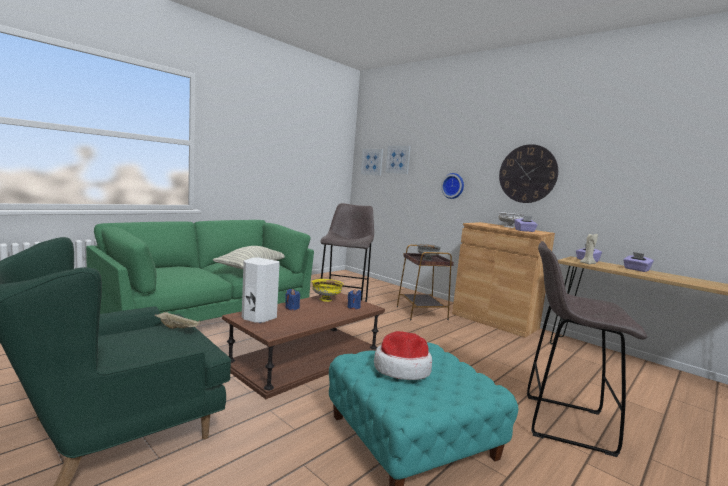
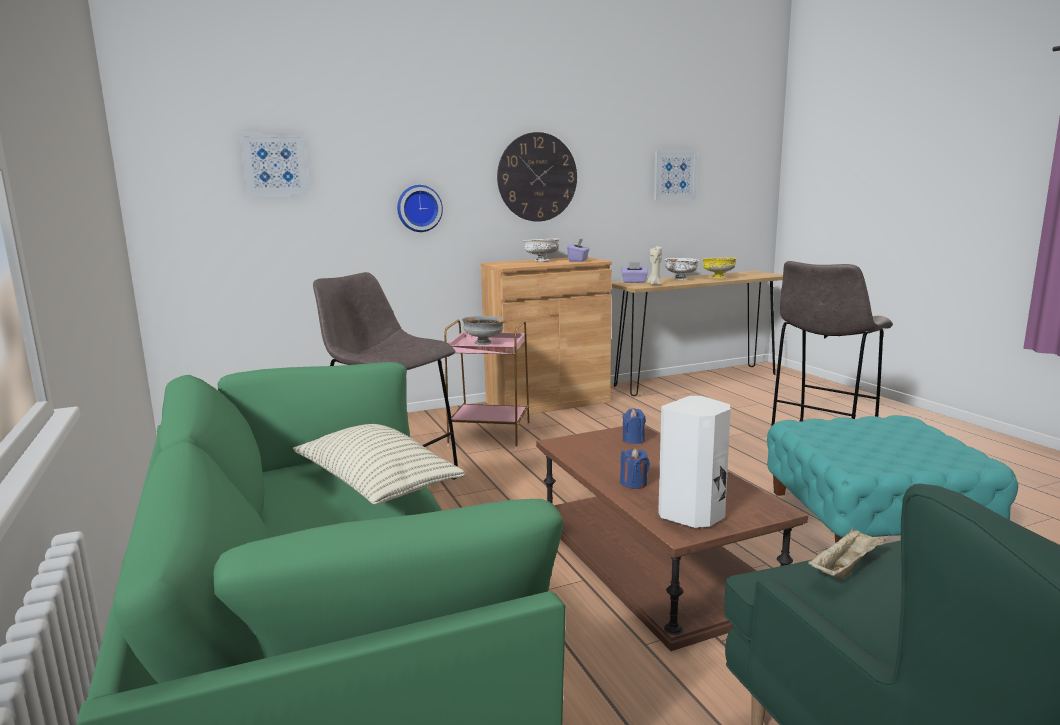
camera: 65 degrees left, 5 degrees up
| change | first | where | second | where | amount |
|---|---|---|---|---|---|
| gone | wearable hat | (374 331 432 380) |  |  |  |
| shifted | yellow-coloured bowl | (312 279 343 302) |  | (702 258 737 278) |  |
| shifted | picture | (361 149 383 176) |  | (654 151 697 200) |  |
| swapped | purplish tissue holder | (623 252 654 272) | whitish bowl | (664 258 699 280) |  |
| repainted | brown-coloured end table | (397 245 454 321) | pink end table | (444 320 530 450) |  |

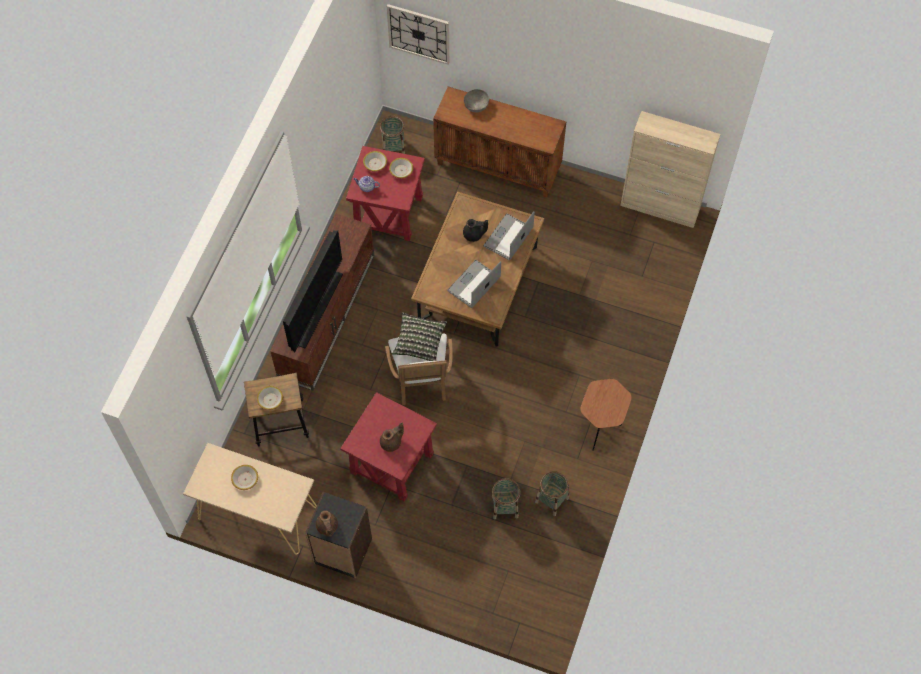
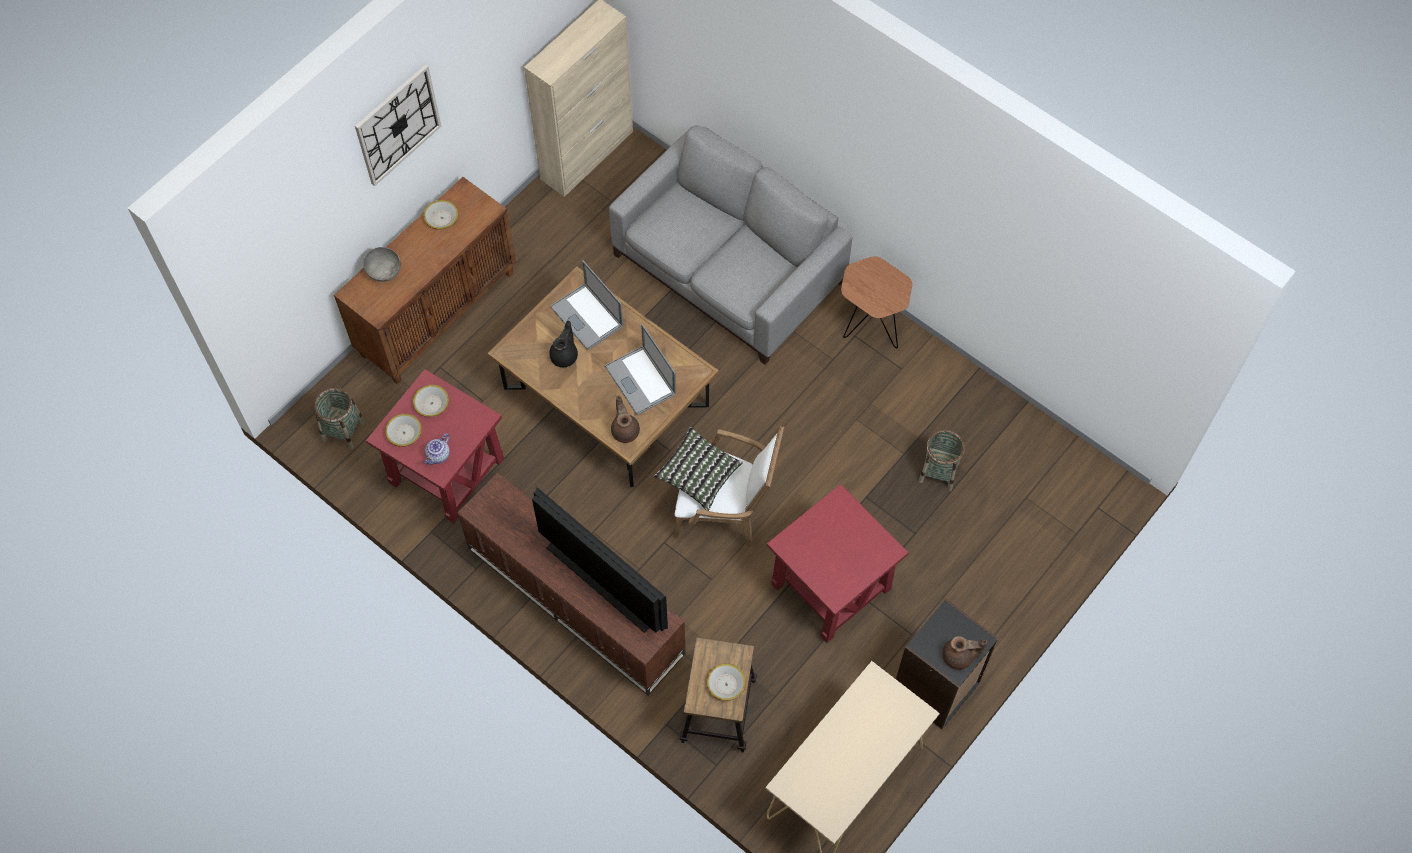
camera: 70 degrees left, 0 degrees up
| change | first | where | second | where | amount |
|---|---|---|---|---|---|
| gone | basket | (535 471 569 516) |  |  |  |
| new |  |  | grey settee | (609 125 852 365) |  |
| shifted | bowl | (231 465 258 490) |  | (423 200 458 230) |  |
| shifted | brown-coloured tea pot | (380 423 404 452) |  | (611 395 640 443) |  |
| shifted | wall clock | (387 4 449 65) |  | (355 65 441 186) |  |

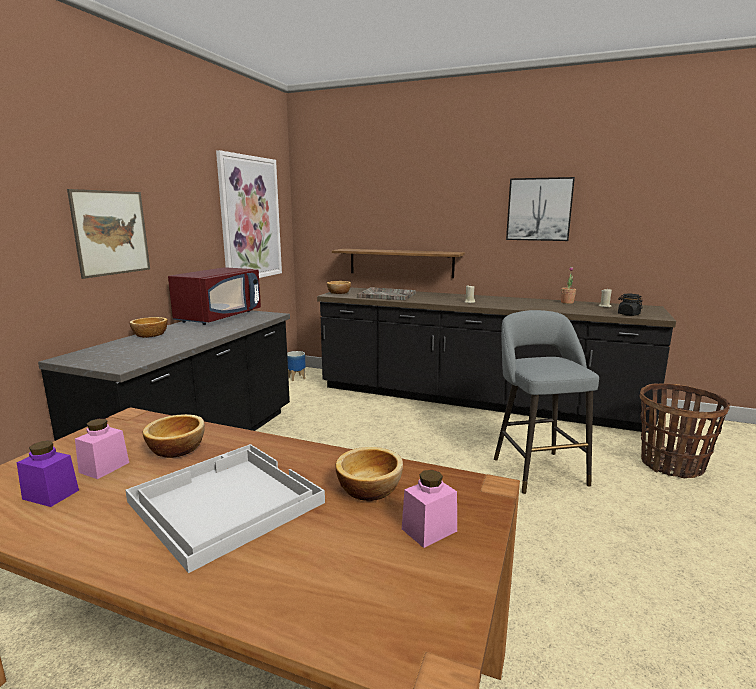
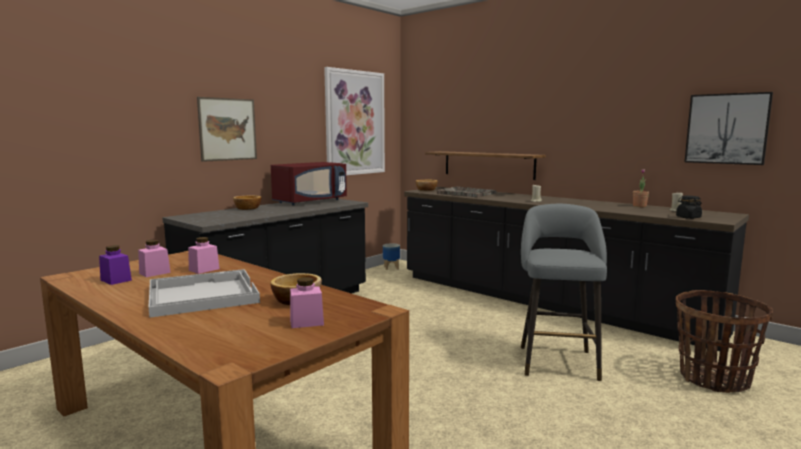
camera: 20 degrees right, 5 degrees down
| change | first | where | second | where | amount |
|---|---|---|---|---|---|
| shifted | picture | (506 177 575 241) |  | (685 92 773 165) |  |
| swapped | bowl | (143 414 205 458) | pink jar | (188 237 220 274) |  |

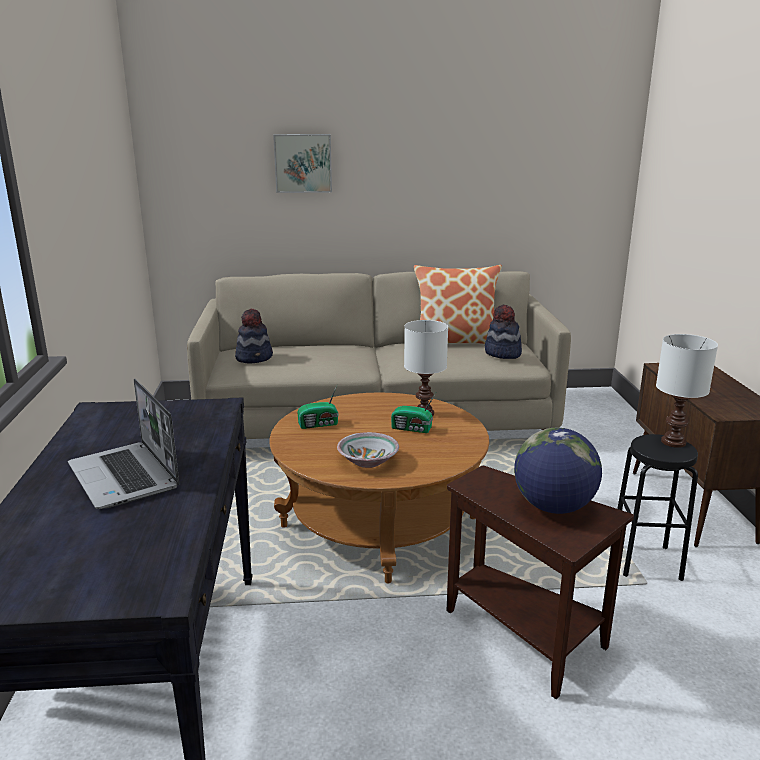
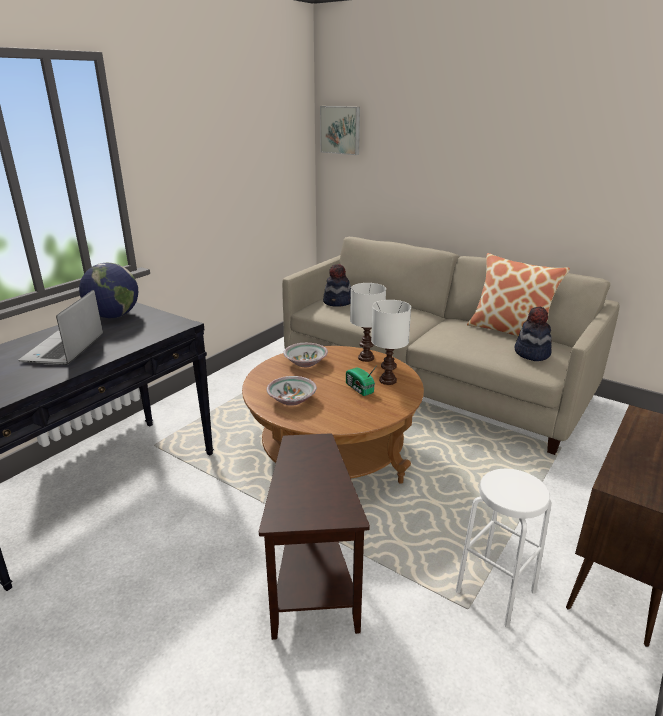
camera: 40 degrees right, 5 degrees up
| change | first | where | second | where | amount |
|---|---|---|---|---|---|
| shifted | picture | (273 134 332 193) |  | (320 106 360 155) |  |
| shifted | world globe | (514 428 602 514) |  | (79 263 138 318) |  |
| shifted | whitish table lamp | (656 334 718 448) |  | (350 283 386 362) |  |
| swapped | radio | (297 385 339 429) | bowl | (283 343 328 367) |  |
| repainted | blackish sitting stool | (617 434 698 581) | whitish sitting stool | (456 468 552 627) |  |

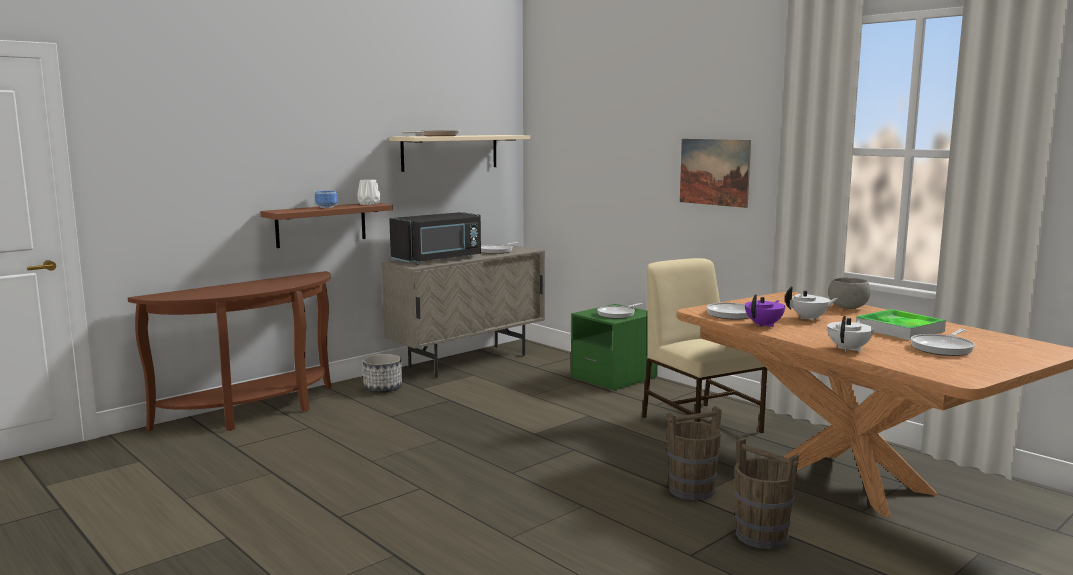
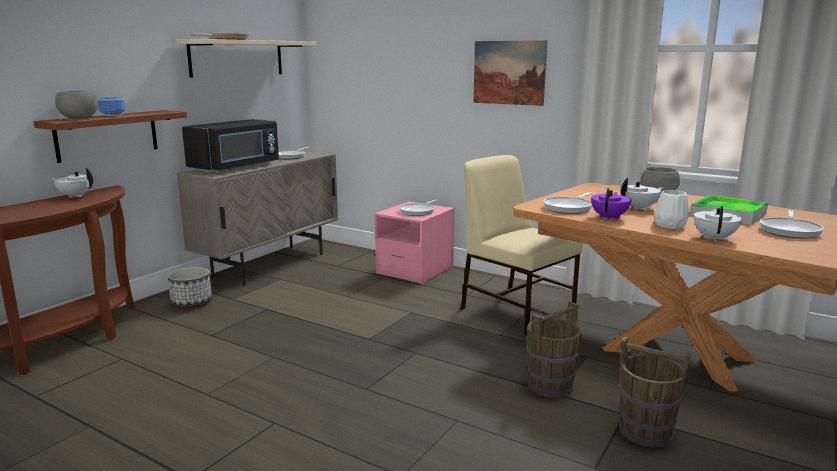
camera: 15 degrees left, 5 degrees up
| change | first | where | second | where | amount |
|---|---|---|---|---|---|
| new |  |  | whitish tea pot | (52 168 93 198) |  |
| new |  |  | grey bowl | (55 90 98 119) |  |
| shifted | whitish flower vase | (357 179 380 205) |  | (655 190 689 229) |  |
| repainted | green nightstand | (571 304 658 391) | pink nightstand | (374 201 454 284) |  |

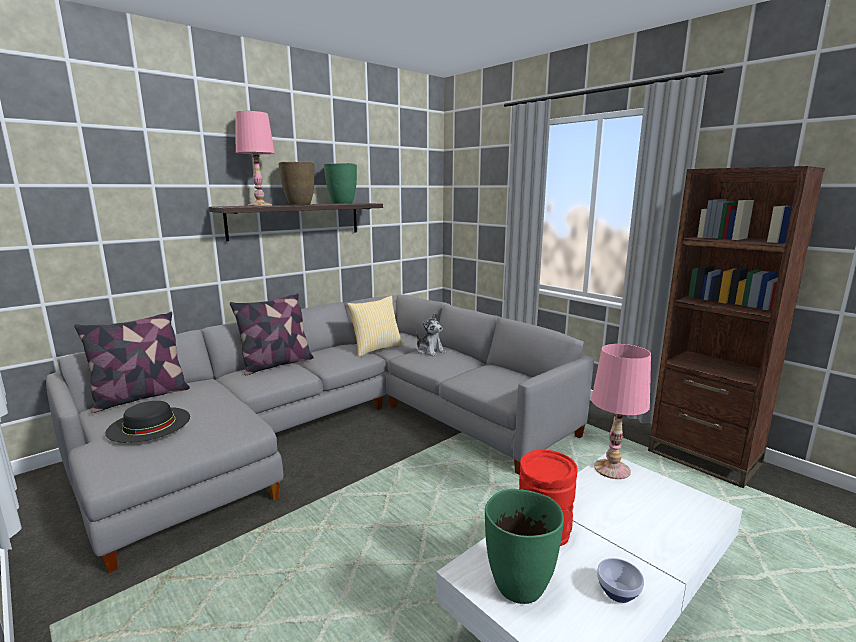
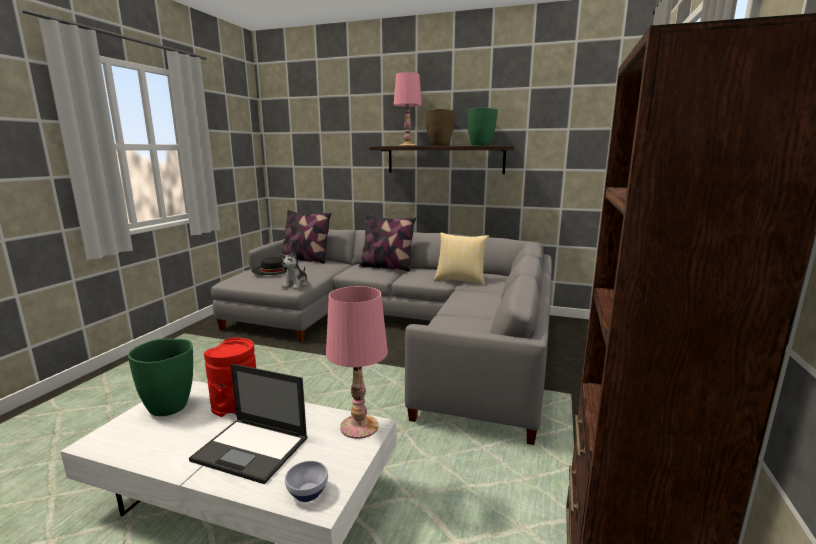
camera: 60 degrees right, 0 degrees up
| change | first | where | second | where | amount |
|---|---|---|---|---|---|
| new |  |  | laptop | (189 364 307 484) |  |
| shifted | soft toy | (416 313 446 356) |  | (281 250 308 289) |  |
| shifted | bowl | (597 558 644 603) |  | (285 461 328 502) |  |

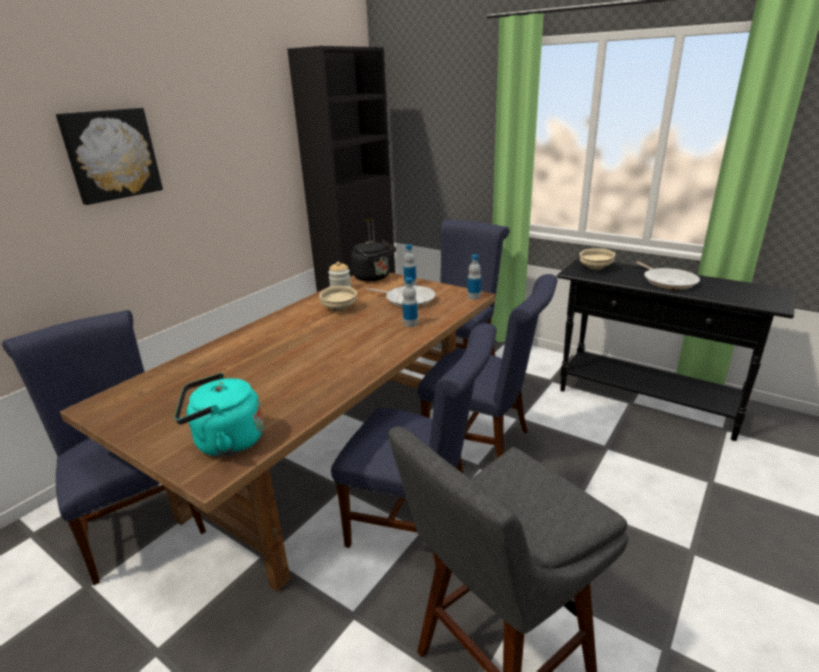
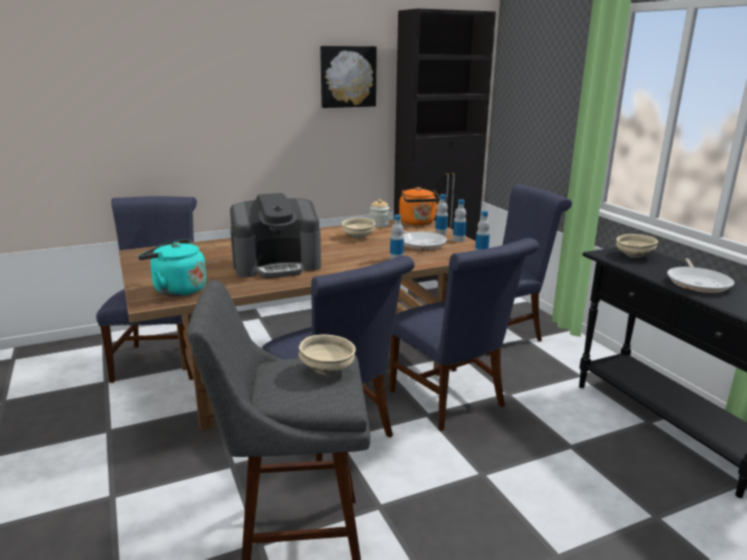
camera: 30 degrees right, 5 degrees down
| change | first | where | second | where | amount |
|---|---|---|---|---|---|
| new |  |  | coffee maker | (230 193 321 278) |  |
| new |  |  | beige bowl | (299 335 356 375) |  |
| new |  |  | drink bottle | (453 199 466 242) |  |
| shifted | picture | (56 108 163 205) |  | (320 46 377 108) |  |
| repainted | blackish water kettle | (351 240 396 281) | orangey water kettle | (399 187 440 225) |  |

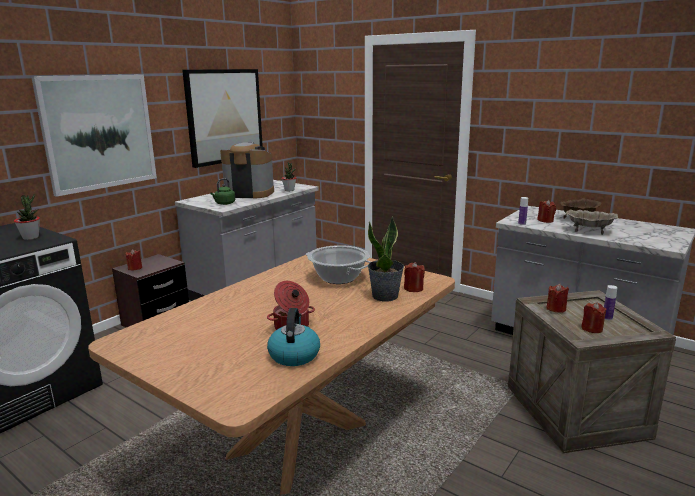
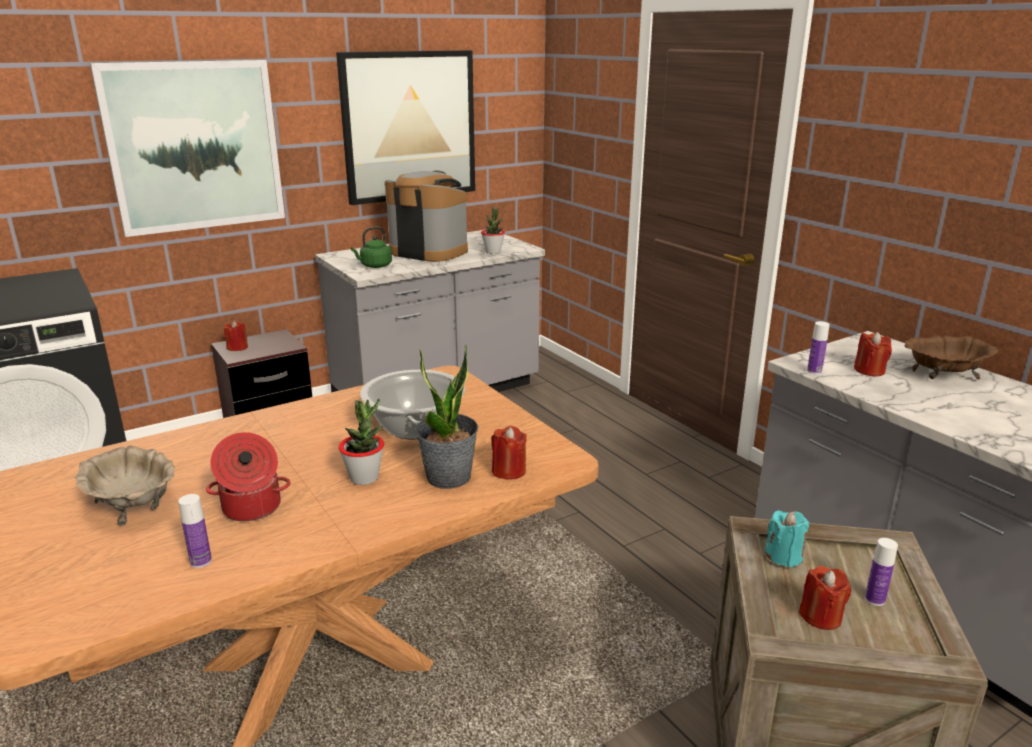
camera: 20 degrees right, 5 degrees up
| change | first | where | second | where | amount |
|---|---|---|---|---|---|
| shifted | houseplant | (14 194 40 240) |  | (339 399 384 485) |  |
| shifted | beige bowl | (566 210 618 235) |  | (75 445 175 525) |  |
| swapped | water kettle | (267 308 320 366) | drink bottle | (178 494 212 568) |  |
| repainted | reddish wax light | (547 284 569 313) | turquoise wax light | (764 510 809 567) |  |

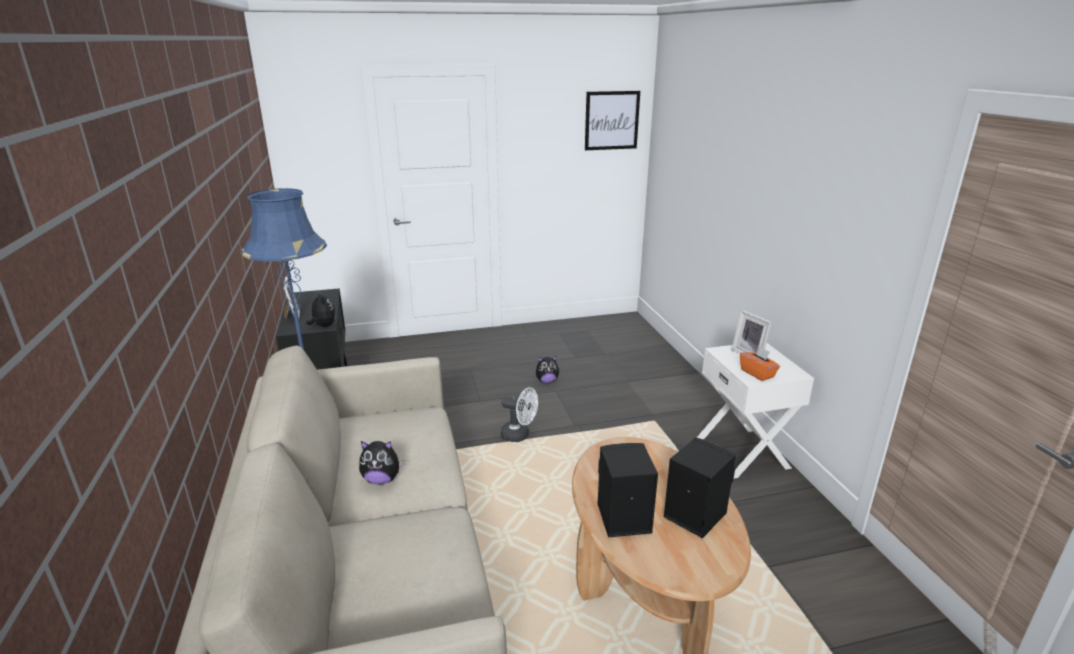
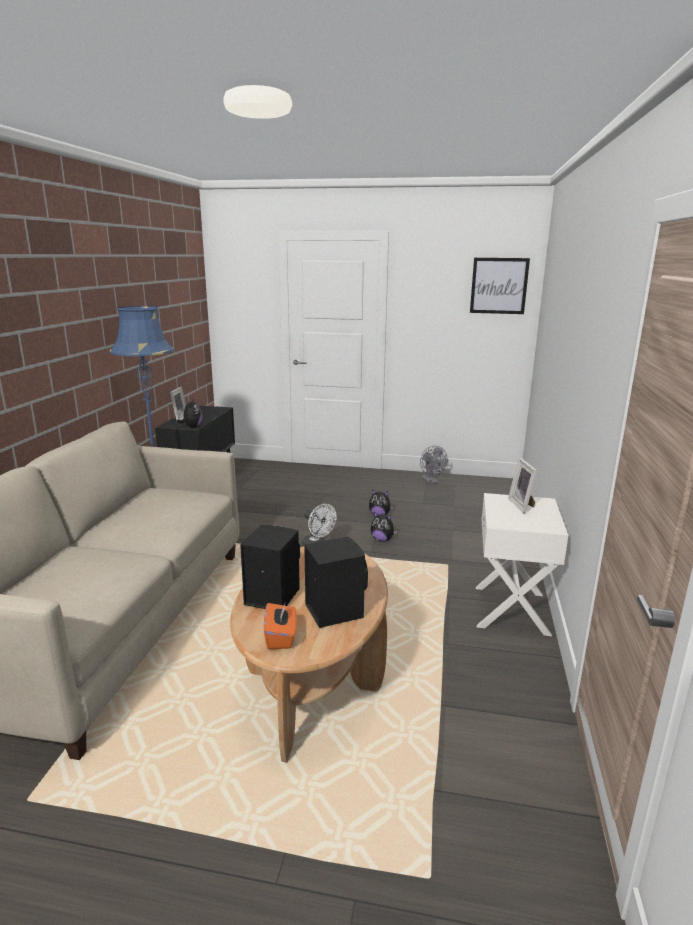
camera: 25 degrees right, 5 degrees down
| change | first | where | second | where | amount |
|---|---|---|---|---|---|
| new |  |  | grey cooling fan | (420 446 448 484) |  |
| shifted | soft toy | (359 441 405 485) |  | (370 512 398 542) |  |
| shifted | orangey tissue holder | (740 346 780 381) |  | (264 601 297 649) |  |

